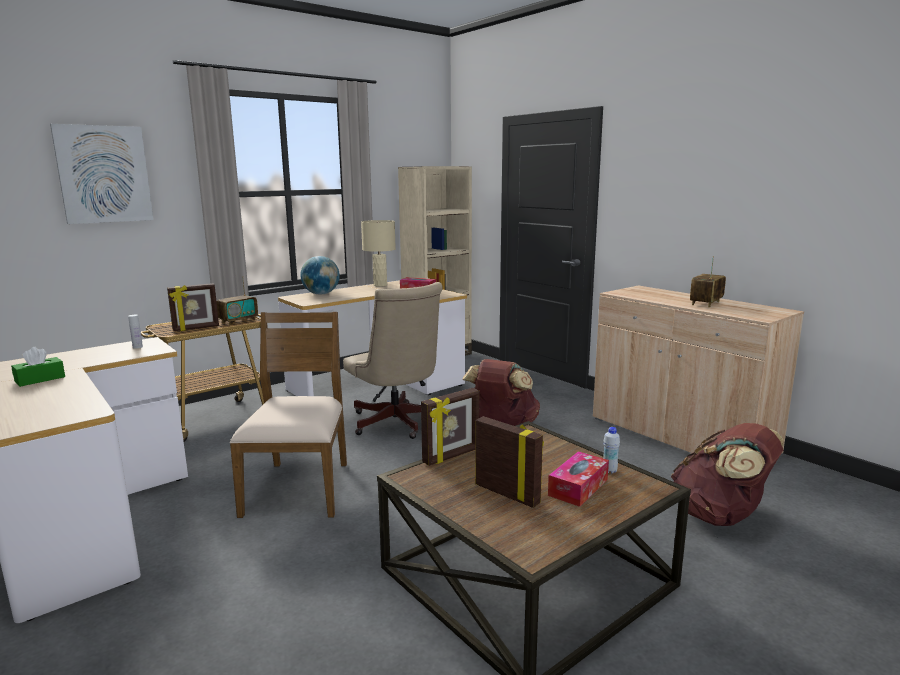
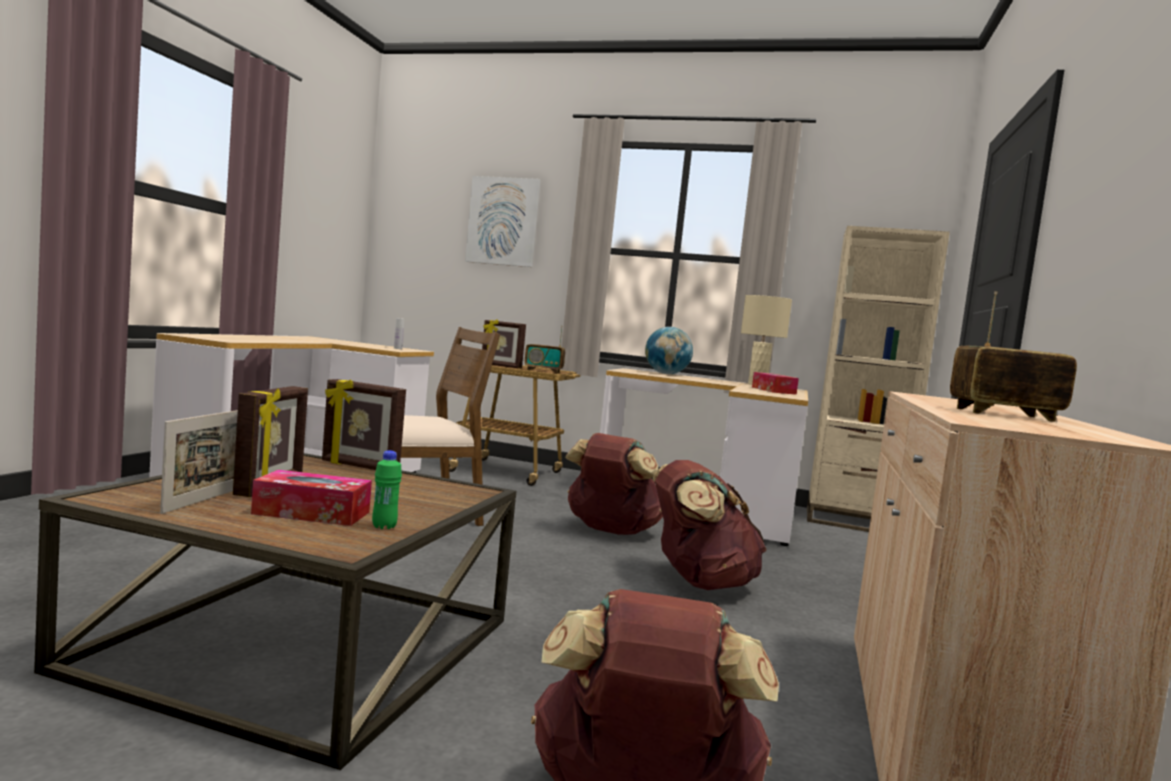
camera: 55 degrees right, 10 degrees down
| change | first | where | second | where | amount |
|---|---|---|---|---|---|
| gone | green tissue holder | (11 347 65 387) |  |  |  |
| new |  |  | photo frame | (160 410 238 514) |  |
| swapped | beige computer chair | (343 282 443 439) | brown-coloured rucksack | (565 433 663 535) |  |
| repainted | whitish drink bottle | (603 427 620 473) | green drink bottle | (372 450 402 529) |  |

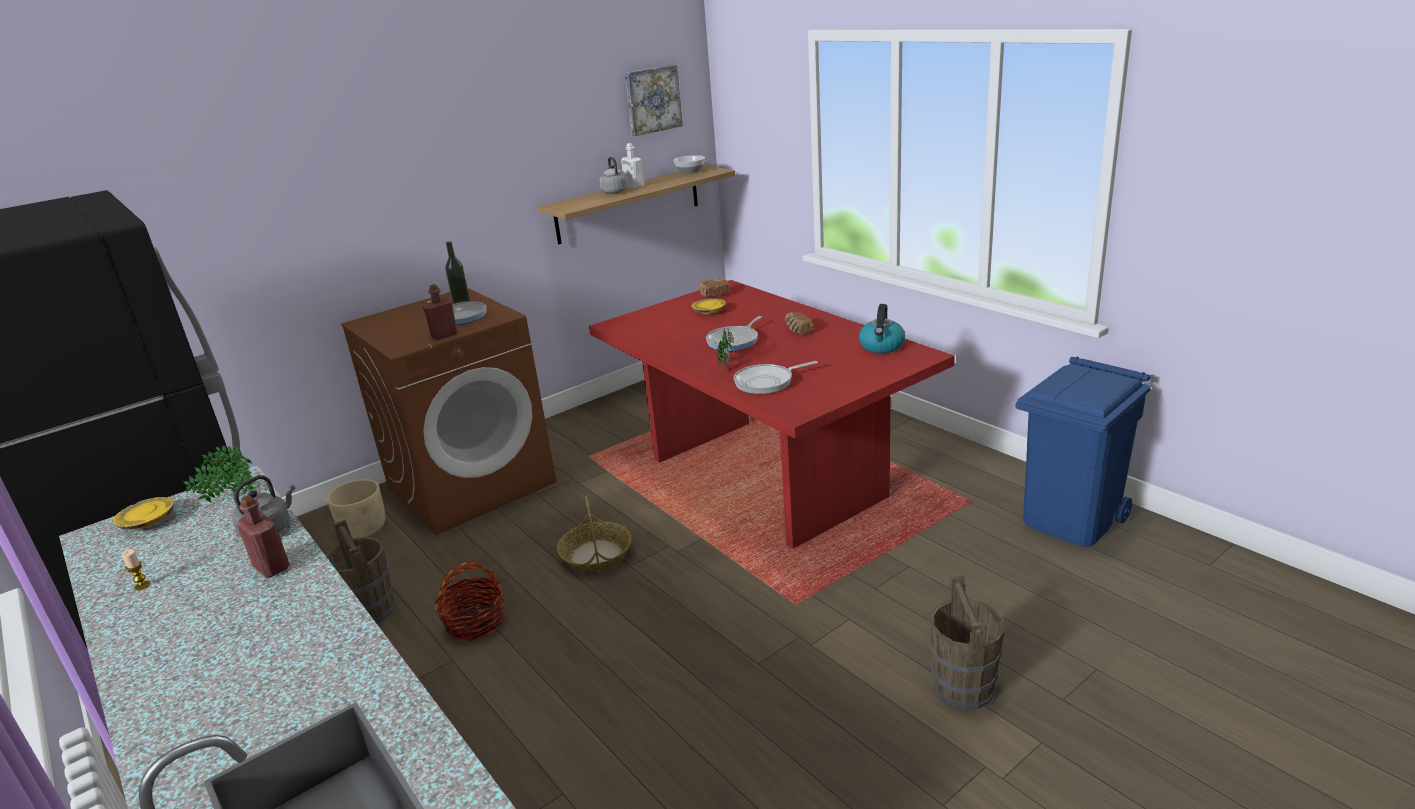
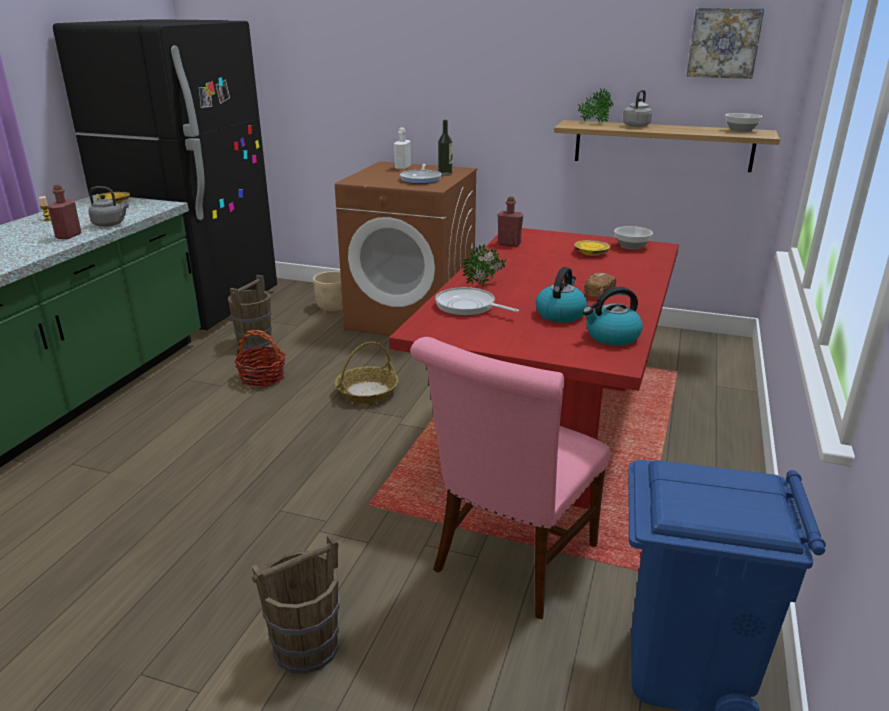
camera: 55 degrees right, 0 degrees up
| change | first | where | second | where | amount |
|---|---|---|---|---|---|
| gone | pan | (706 316 762 351) |  |  |  |
| new |  |  | pink chair | (410 337 611 620) |  |
| new |  |  | water kettle | (536 267 588 323) |  |
| shifted | houseplant | (182 445 256 503) |  | (577 88 613 123) |  |
| shifted | reddish drink bottle | (423 284 458 340) |  | (498 197 523 247) |  |
| shifted | whitish drink bottle | (621 143 644 189) |  | (394 128 411 170) |  |
| swapped | bakery bread | (700 278 730 297) | bowl | (614 226 653 250) |  |

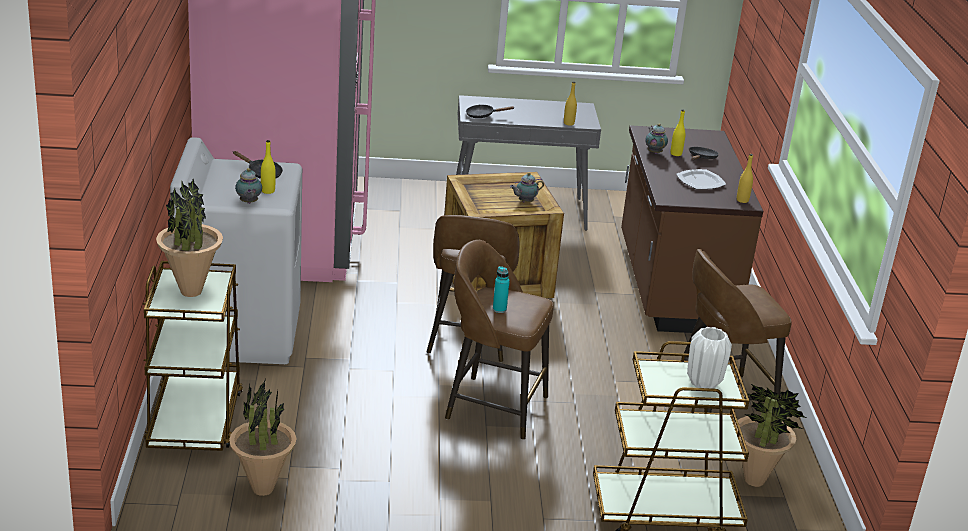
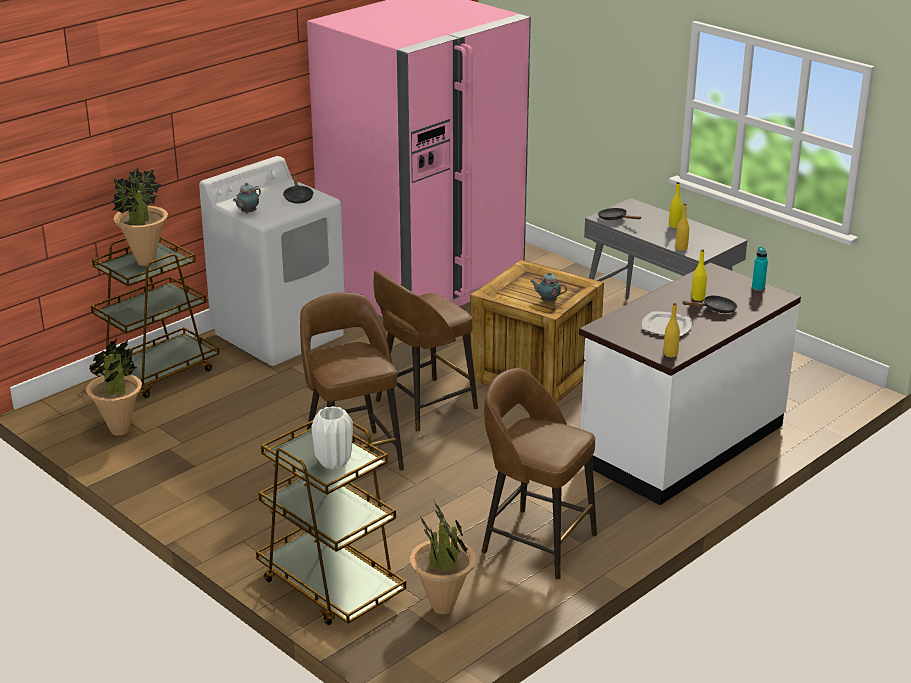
camera: 50 degrees right, 0 degrees up
| change | first | where | second | where | amount |
|---|---|---|---|---|---|
| gone | tea pot | (645 124 668 154) |  |  |  |
| shifted | yellow-coloured drink bottle | (261 140 276 194) |  | (669 182 682 228) |  |
| shifted | turquoise drink bottle | (493 266 510 313) |  | (752 247 768 291) |  |
| repainted | brown-coloured kitchen base unit | (621 125 763 333) | whitish kitchen base unit | (579 263 801 505) |  |

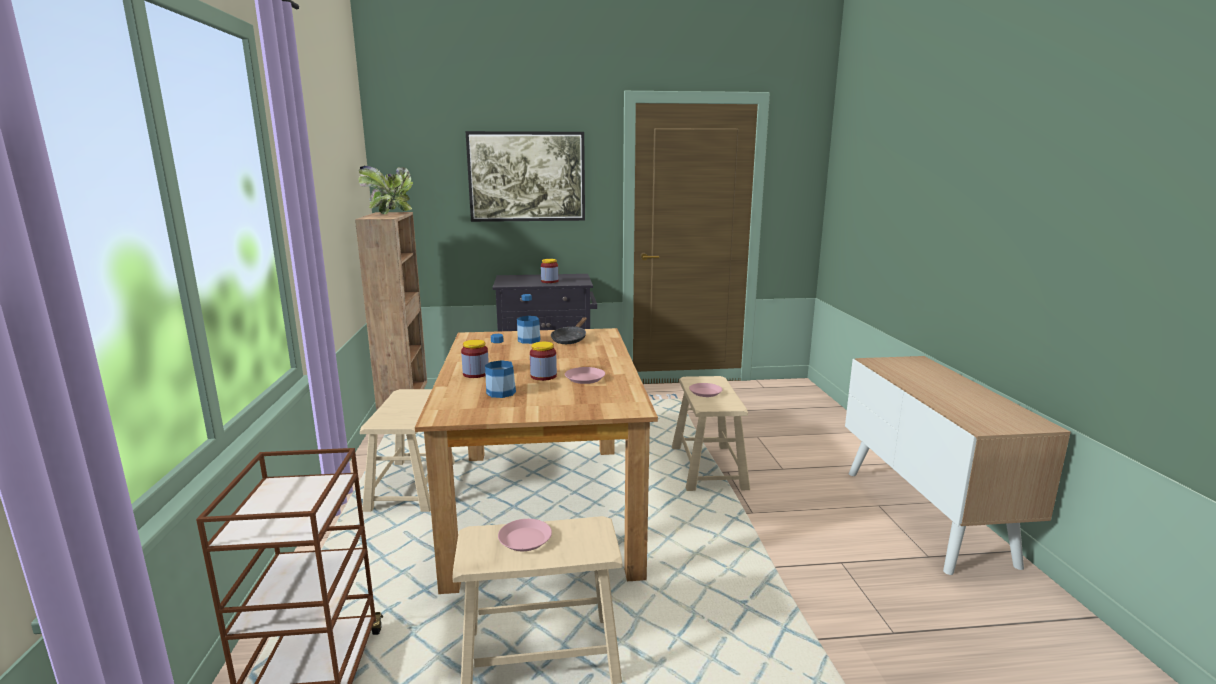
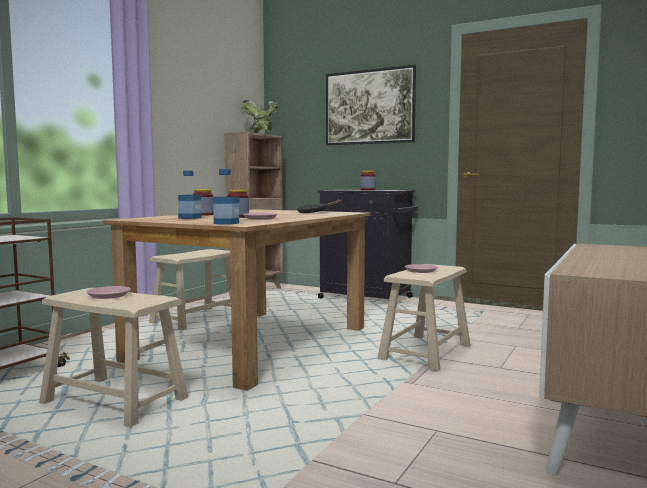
camera: 35 degrees right, 10 degrees down
| change | first | where | second | where | amount |
|---|---|---|---|---|---|
| shifted | drink bottle | (517 294 540 344) |  | (213 169 239 224) |  |

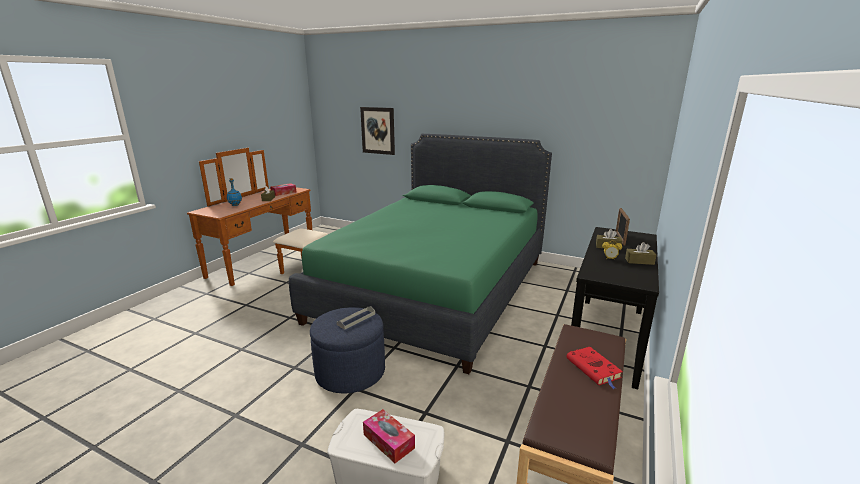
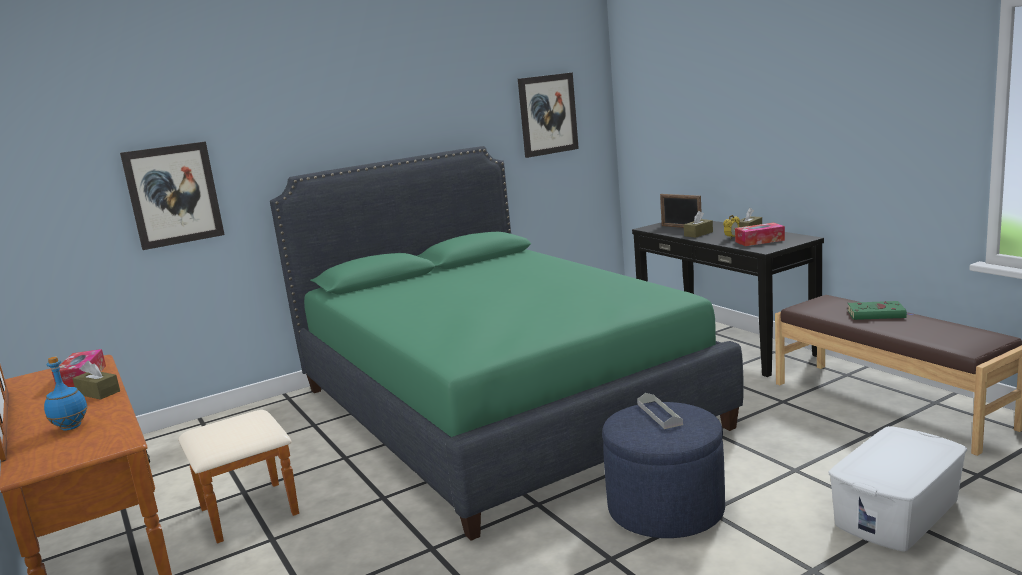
camera: 55 degrees left, 5 degrees down
| change | first | where | second | where | amount |
|---|---|---|---|---|---|
| new |  |  | picture | (518 72 579 158) |  |
| shifted | tissue holder | (363 409 415 463) |  | (735 222 785 246) |  |
| repainted | reddish bound book | (566 347 623 389) | green bound book | (848 301 913 320) |  |

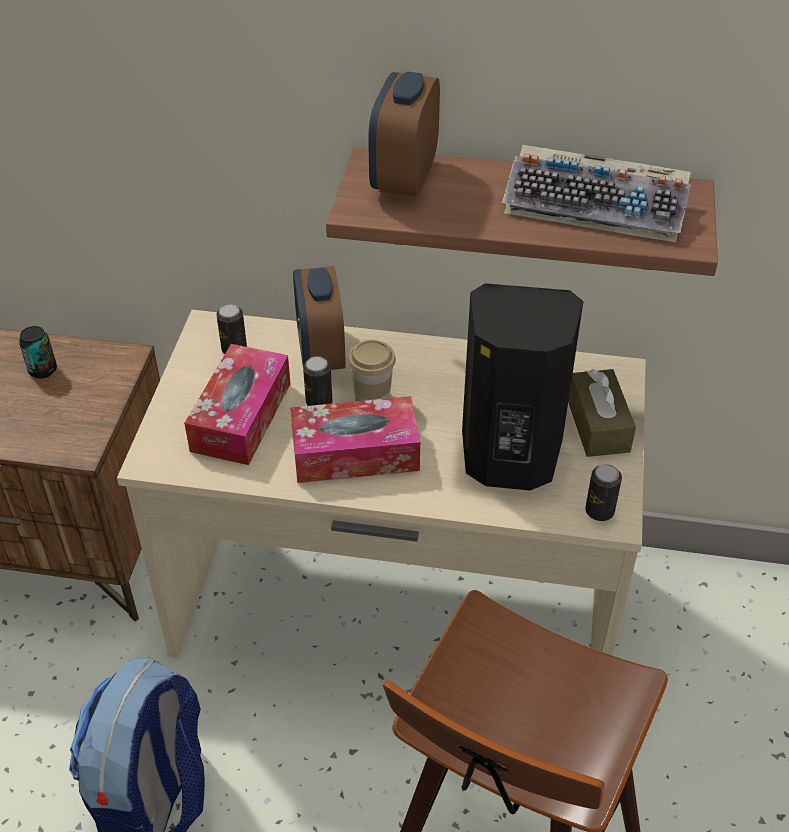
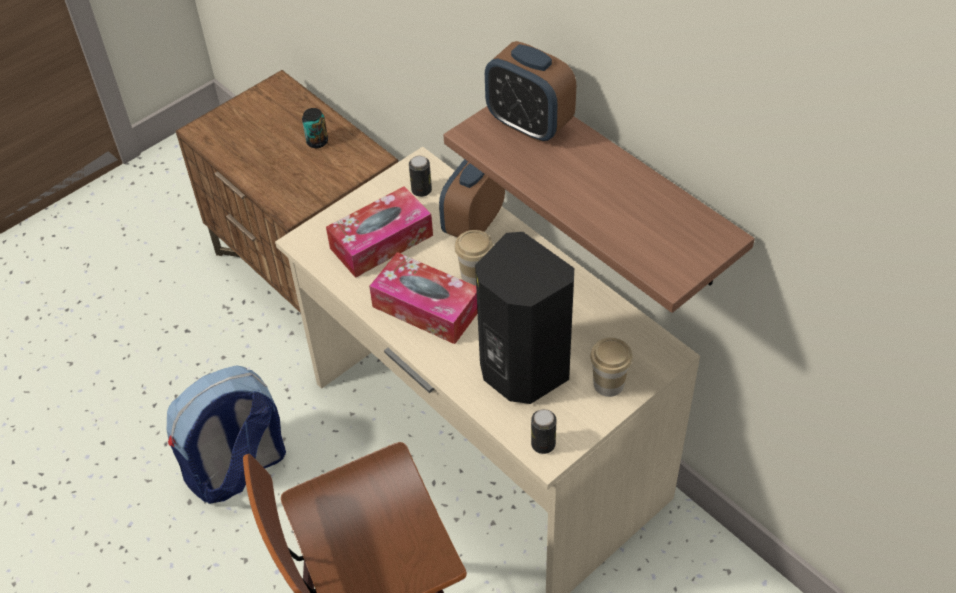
camera: 40 degrees right, 5 degrees up
| change | first | where | second | where | amount |
|---|---|---|---|---|---|
| gone | metal can | (303 356 332 406) |  |  |  |
| gone | PC keyboard | (502 145 691 242) |  |  |  |
| swapped | brown-coloured tissue holder | (568 369 636 457) | small cup | (590 337 633 397) |  |
| rotated | alarm clock | (368 72 440 197) |  | (485 41 576 142) | 105 degrees counterclockwise |

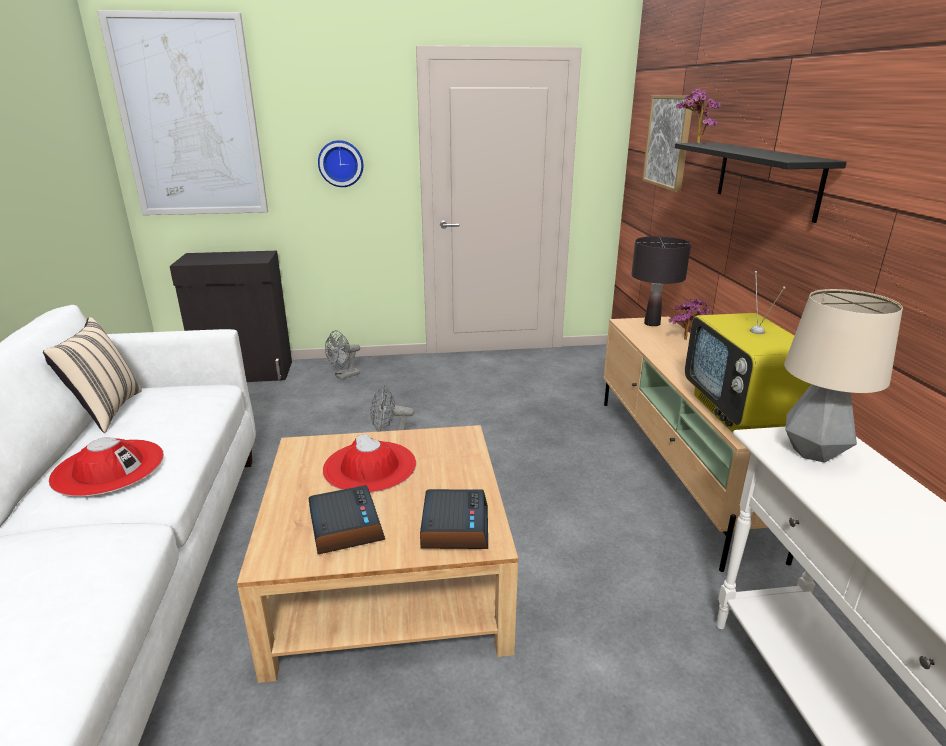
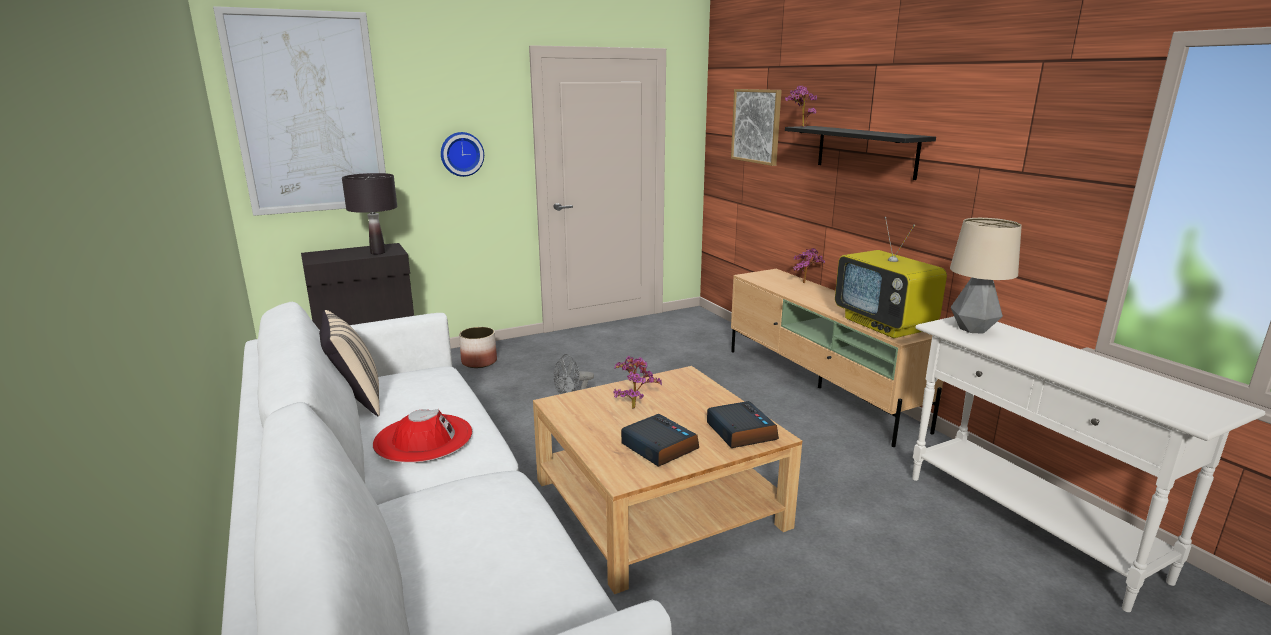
camera: 20 degrees left, 5 degrees down
| change | first | where | second | where | amount |
|---|---|---|---|---|---|
| shifted | blackish table lamp | (631 236 691 326) |  | (342 173 397 255) |  |
| swapped | reddish wearable hat | (323 434 416 493) | houseplant | (613 356 662 409) |  |
| swapped | grey cooling fan | (325 330 360 380) | plant pot | (459 327 497 368) |  |

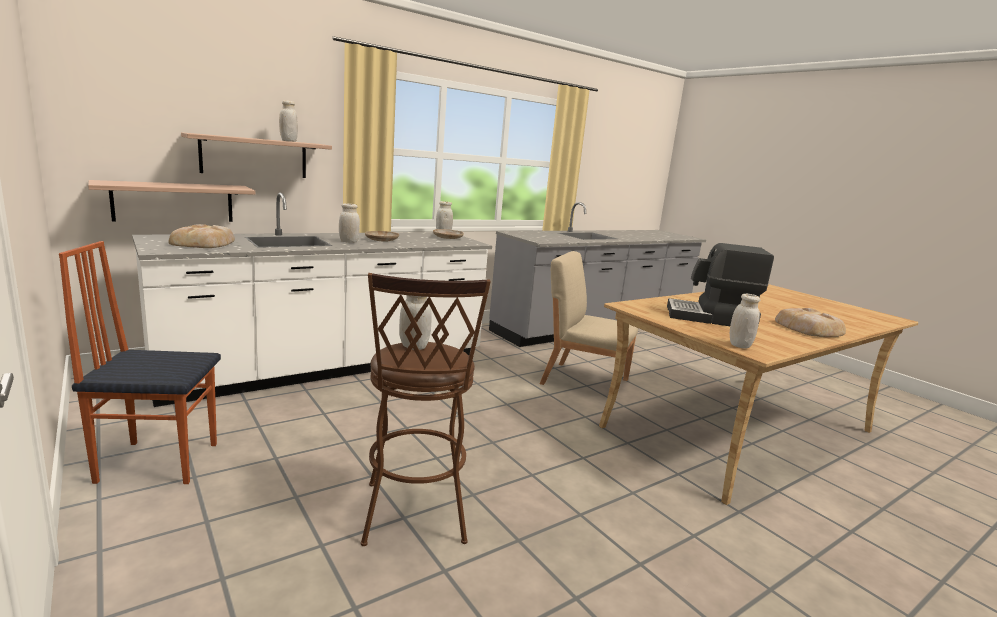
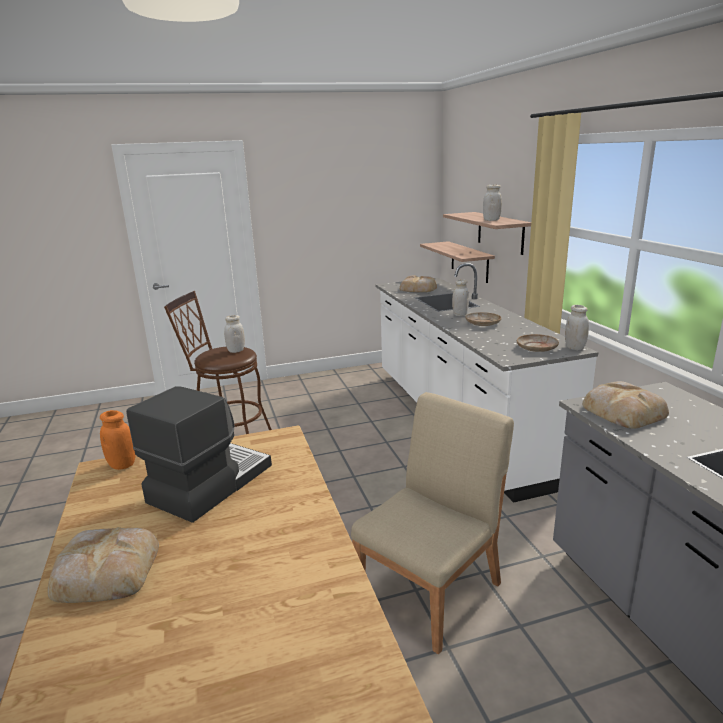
camera: 110 degrees right, 5 degrees up
| change | first | where | second | where | amount |
|---|---|---|---|---|---|
| gone | chair | (59 241 221 484) |  |  |  |
| new |  |  | bakery bread | (582 381 669 429) |  |
| repainted | whitish jar | (730 294 760 349) | orangey jar | (100 410 136 470) |  |

